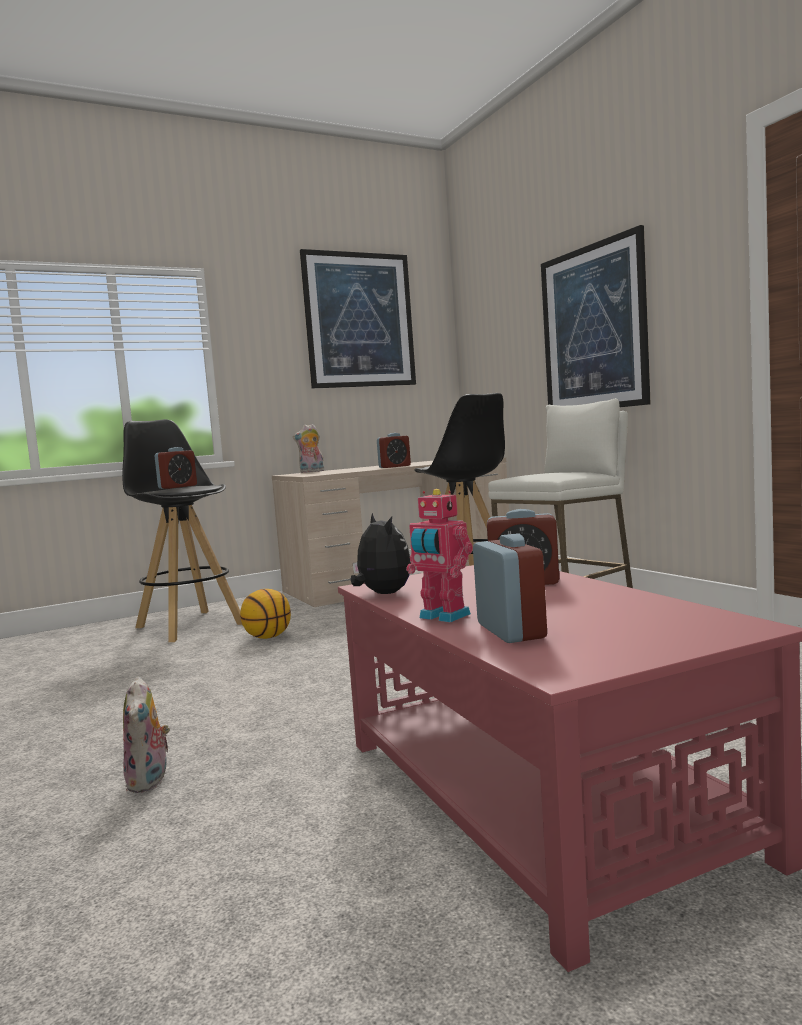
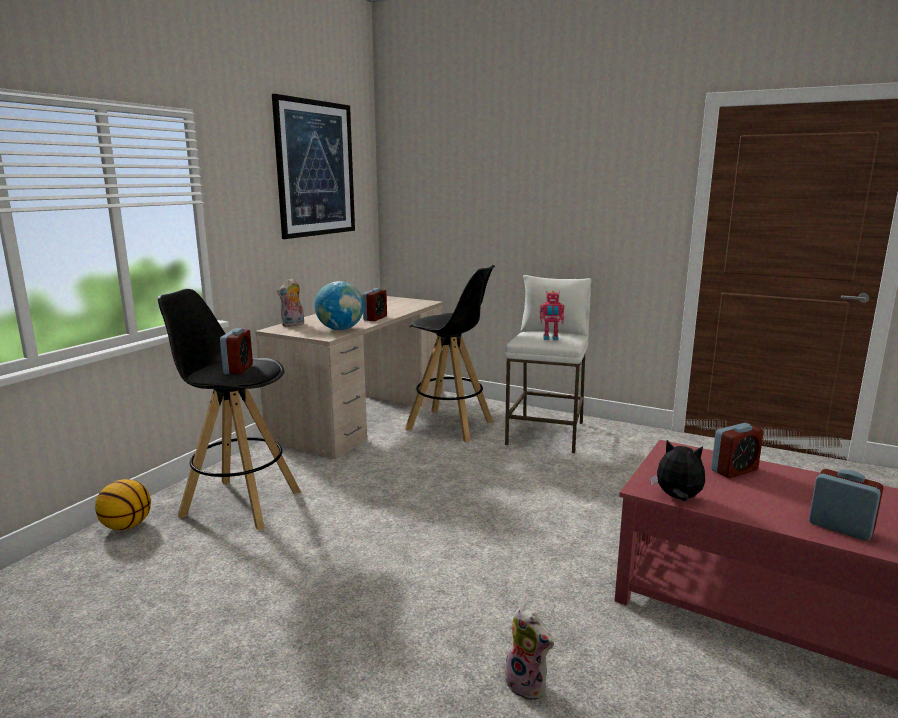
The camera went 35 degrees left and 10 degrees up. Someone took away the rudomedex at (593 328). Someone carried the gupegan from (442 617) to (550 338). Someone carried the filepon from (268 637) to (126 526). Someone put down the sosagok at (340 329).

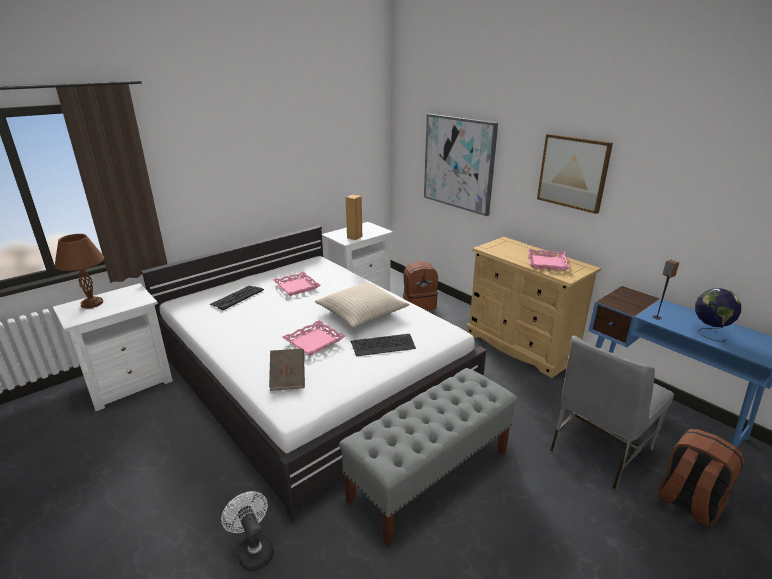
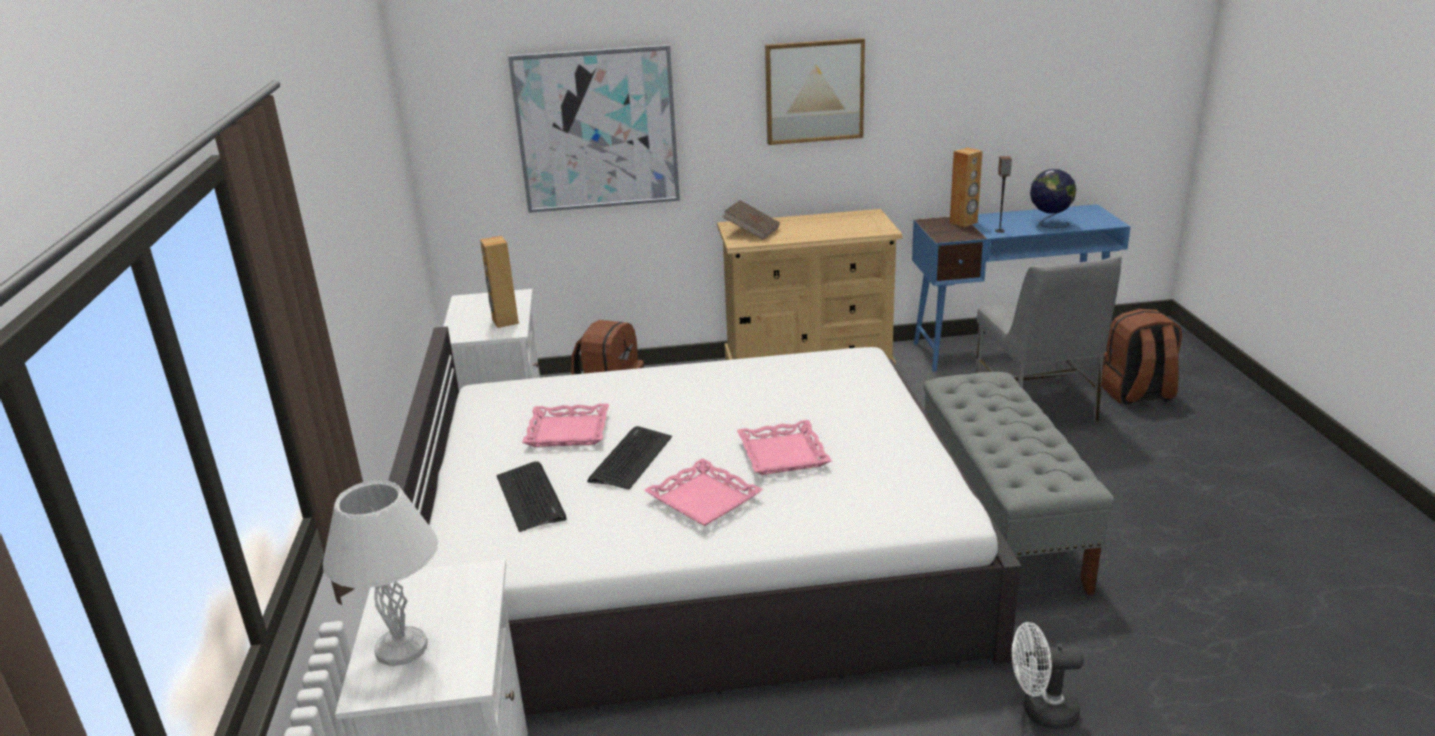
The camera went 55 degrees left and 0 degrees up. Someone repainted the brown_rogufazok at (92 303), which became the white_rogufazok at (403 647). Someone carried the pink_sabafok from (546 263) to (703 500). Someone took away the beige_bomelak at (361 312). Someone carried the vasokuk from (383 345) to (630 459). Someone carried the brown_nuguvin from (288 378) to (751 232). Someone put down the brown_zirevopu at (963 222).

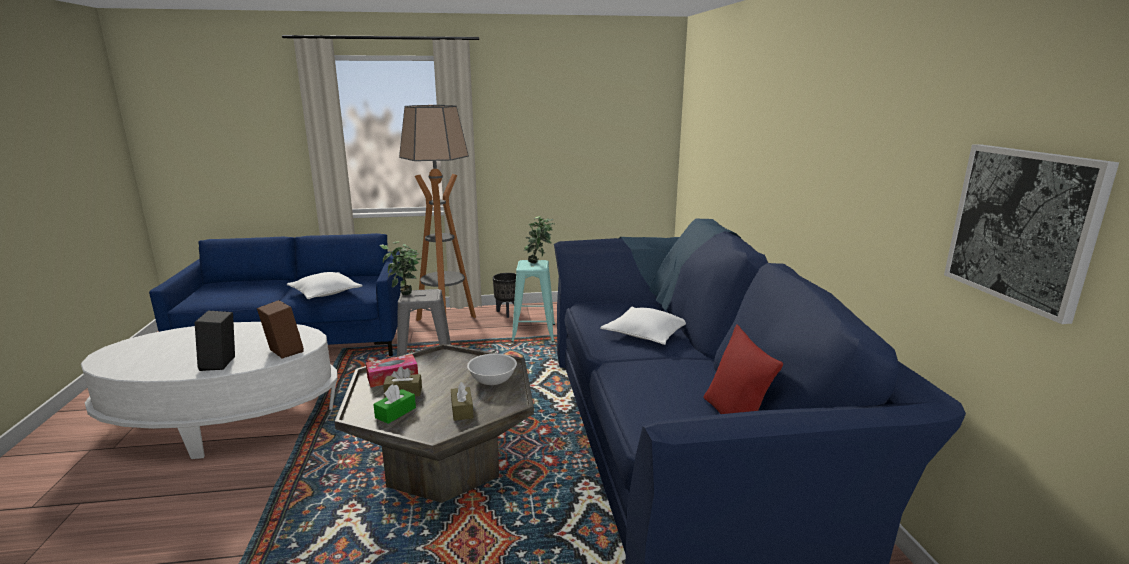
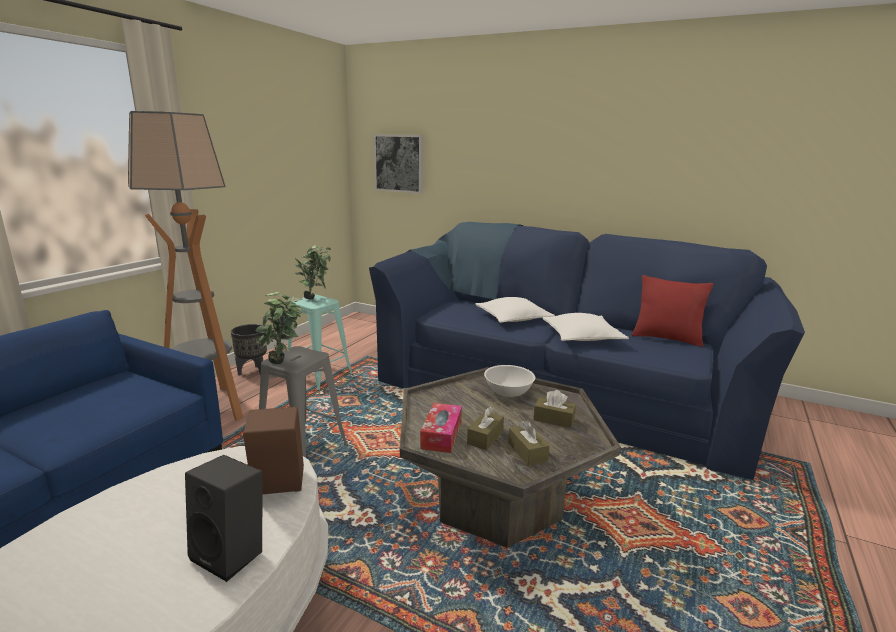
The camera went 55 degrees left and 0 degrees up. Someone carried the rudomedex from (1023 227) to (399 163). Someone carried the white_bomelak from (325 293) to (582 337). Someone repainted the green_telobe at (395 413), which became the brown_telobe at (527 452).

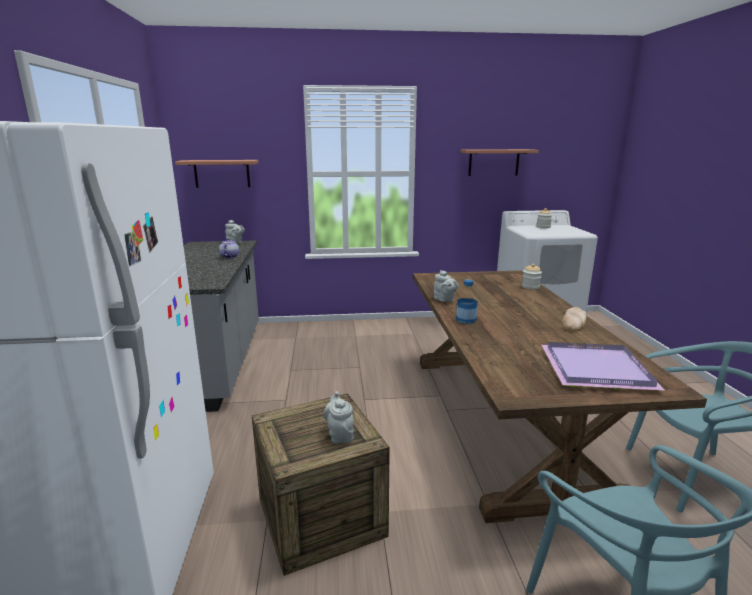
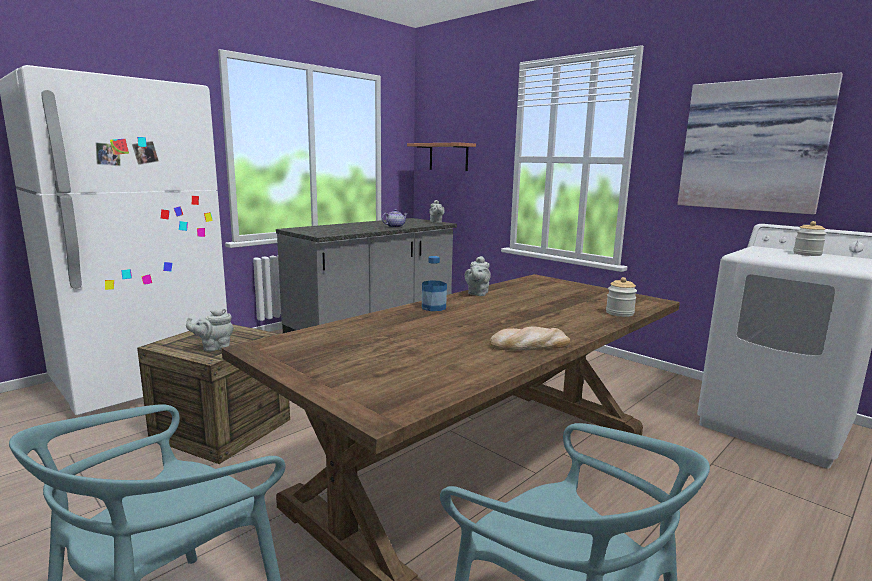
The camera went 50 degrees right and 5 degrees down. Someone swapped the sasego at (493 162) for the rudomedex at (753 146). Someone took away the purple_sabafok at (595 370). Someone rotated the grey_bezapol at (340 434) by 150 degrees counterclockwise.

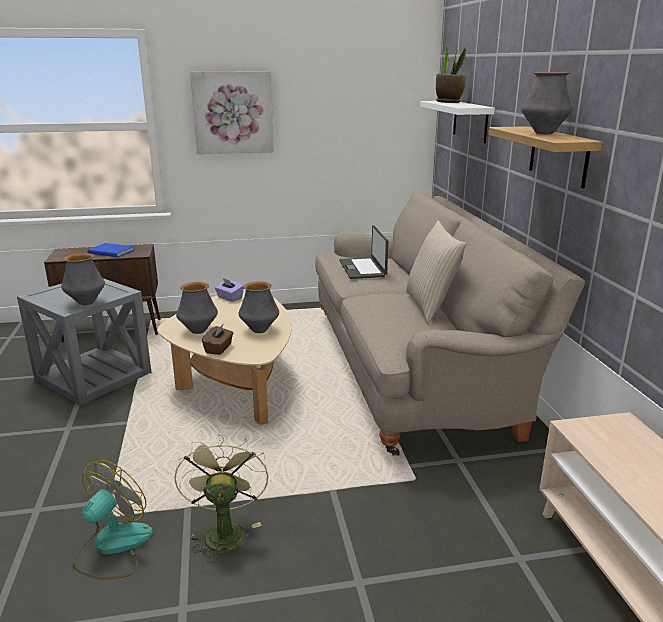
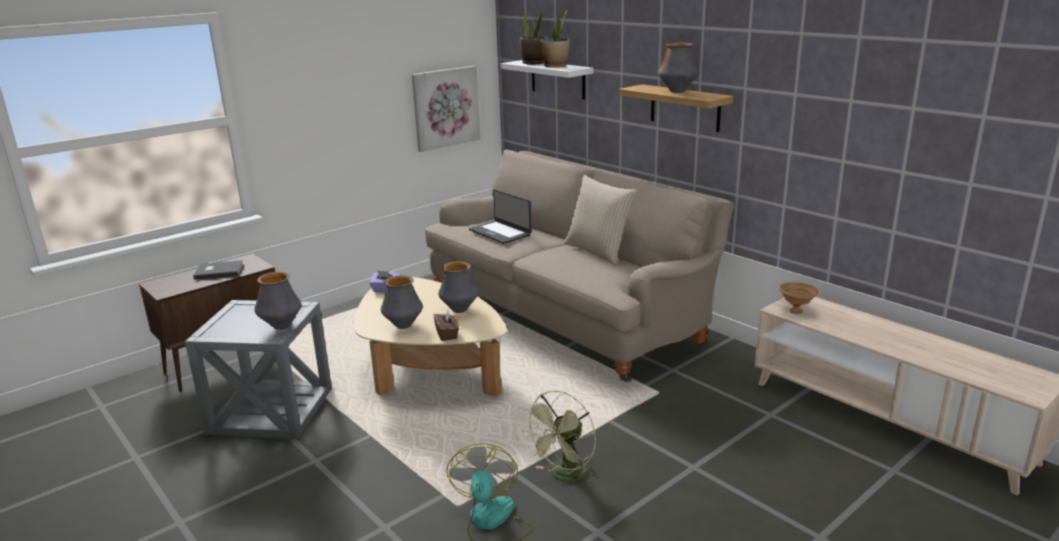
The camera went 30 degrees left and 0 degrees up. Someone carried the rudomedex from (233 112) to (445 107). Someone repainted the blue_nuguvin at (111 251), which became the grey_nuguvin at (218 271). Someone rotated the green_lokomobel at (223 531) by 105 degrees counterclockwise. Someone put down the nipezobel at (555 66). Someone put down the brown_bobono at (795 311).

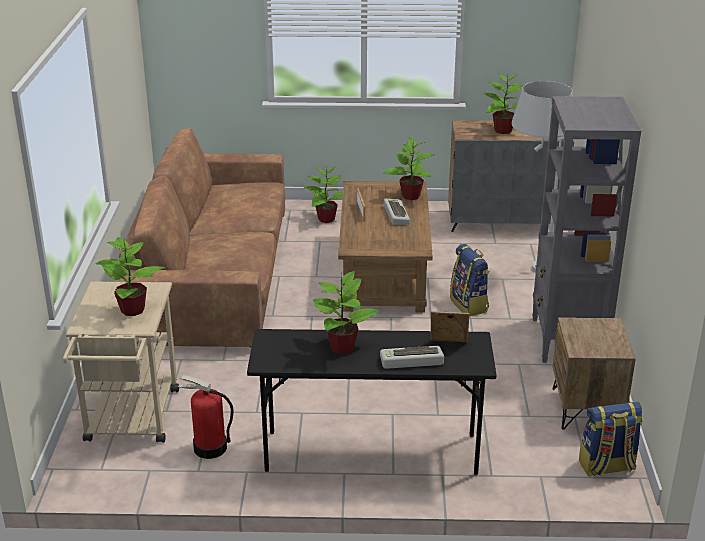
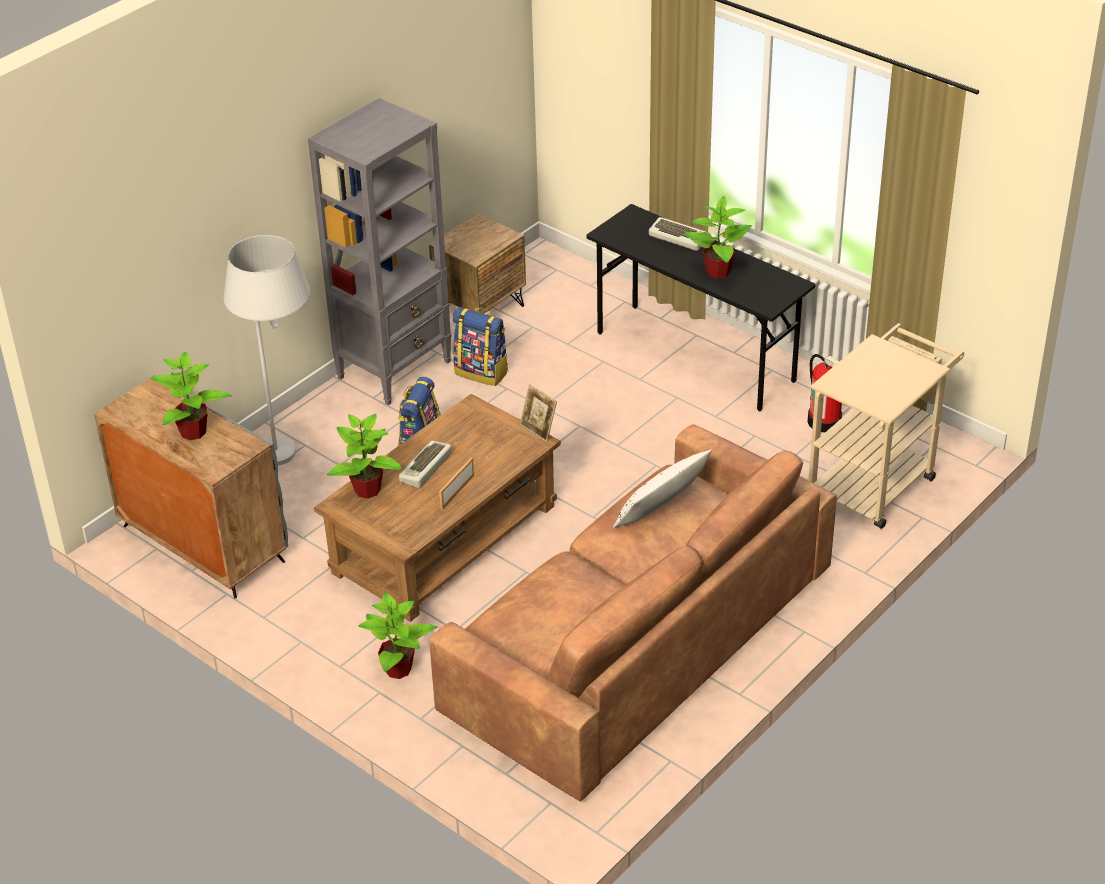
The camera went 140 degrees left and 10 degrees up. Someone took away the nipezobel at (133 310). Someone carried the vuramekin from (448 344) to (538 430). Someone carried the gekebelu from (606 467) to (482 372). Someone put down the white_bomelak at (662 507).

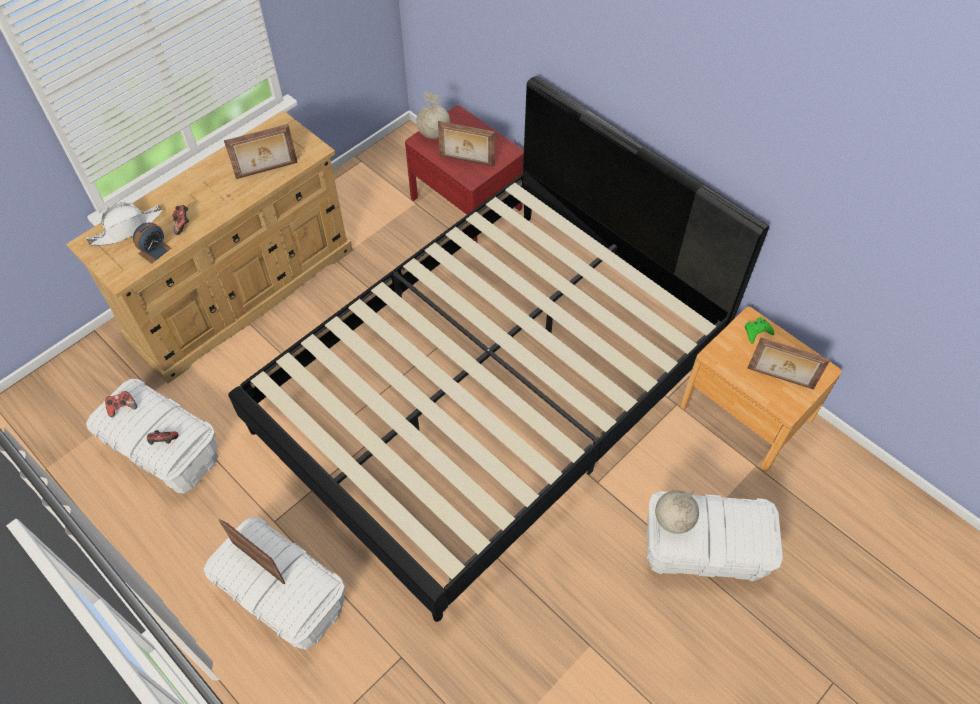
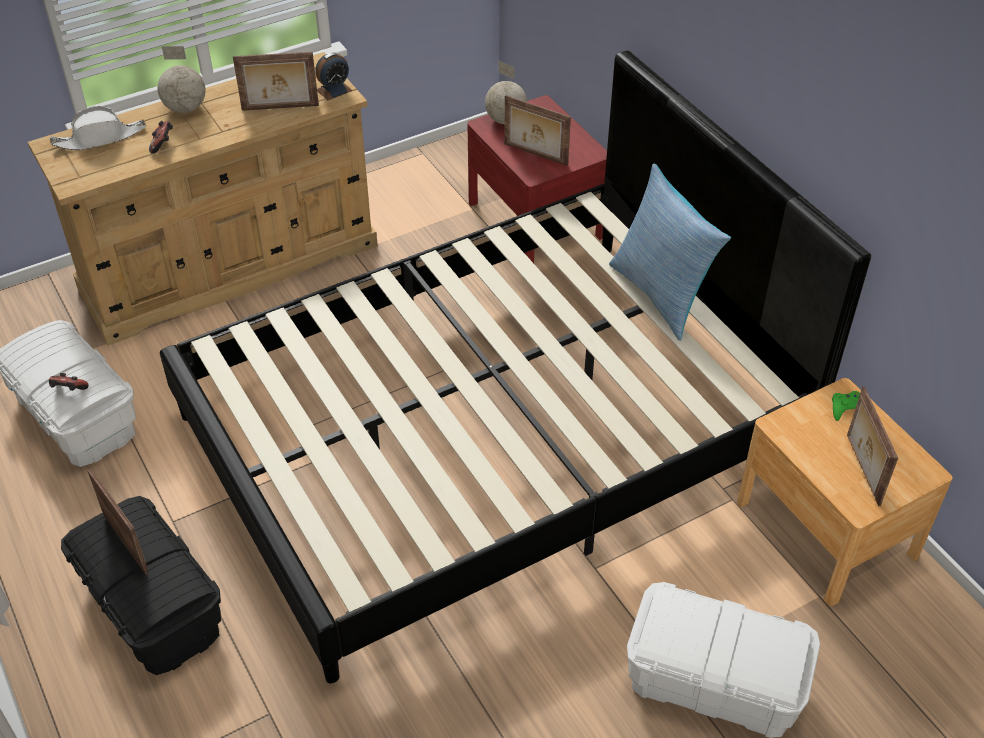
The camera went 15 degrees right and 10 degrees down. Someone carried the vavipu from (154 251) to (334 90). Someone rotated the vuramekin at (780 379) by 45 degrees clockwise. Someone took away the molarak at (122 407). Someone carried the sosagok from (672 520) to (185 108). Someone repainted the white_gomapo at (283 595), which became the black_gomapo at (151 607). Someone put down the bomelak at (661 294).

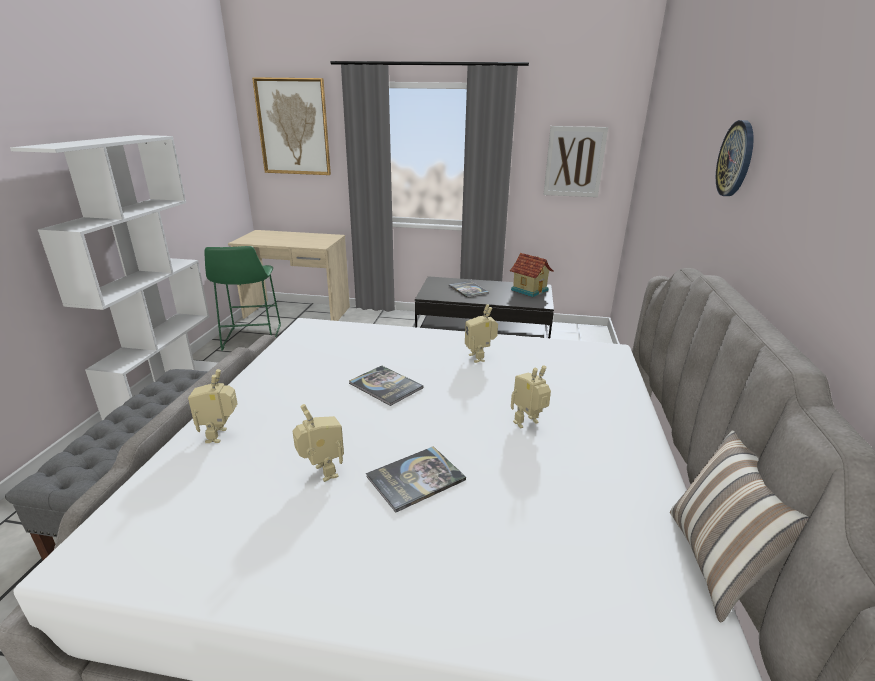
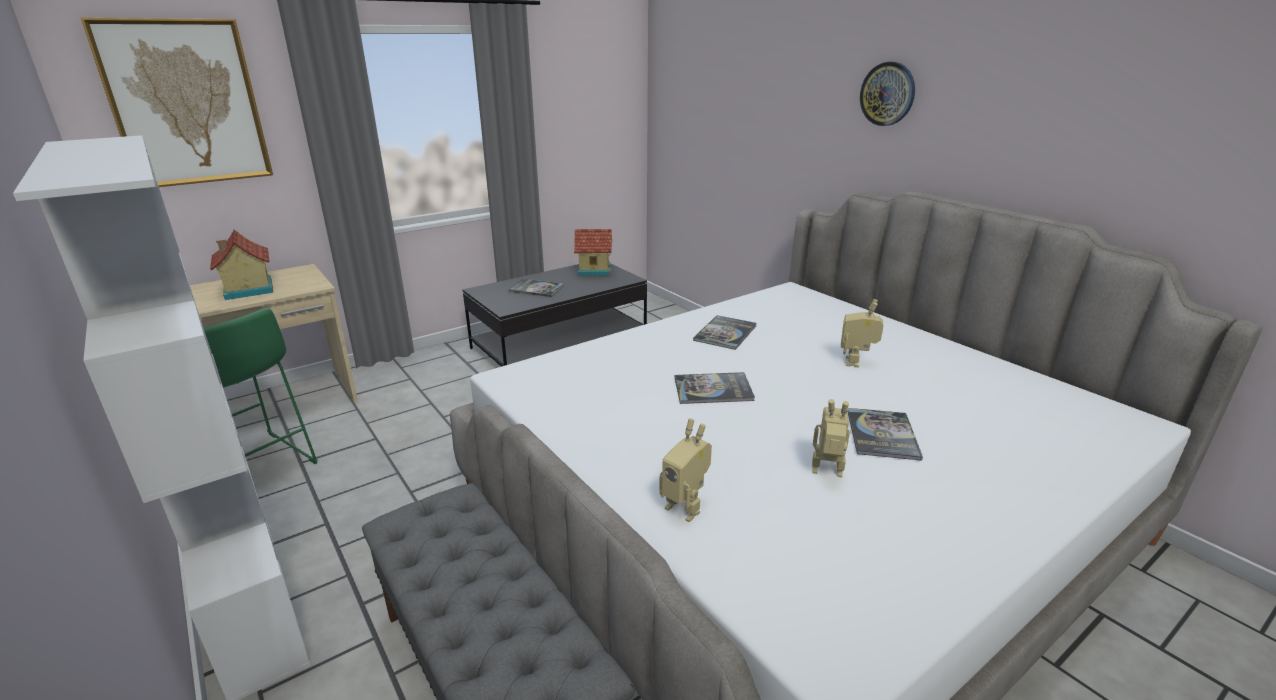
The camera went 45 degrees left and 0 degrees up. Someone took away the rudomedex at (574 162). Someone swapped the gupegan at (479 357) for the nuguvin at (725 333). Someone took away the bomelak at (717 563). Someone put down the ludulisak at (247 290).

